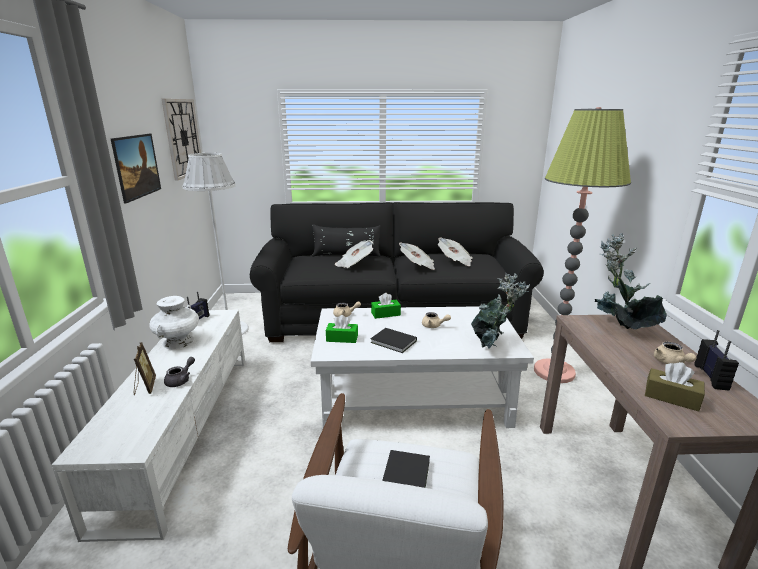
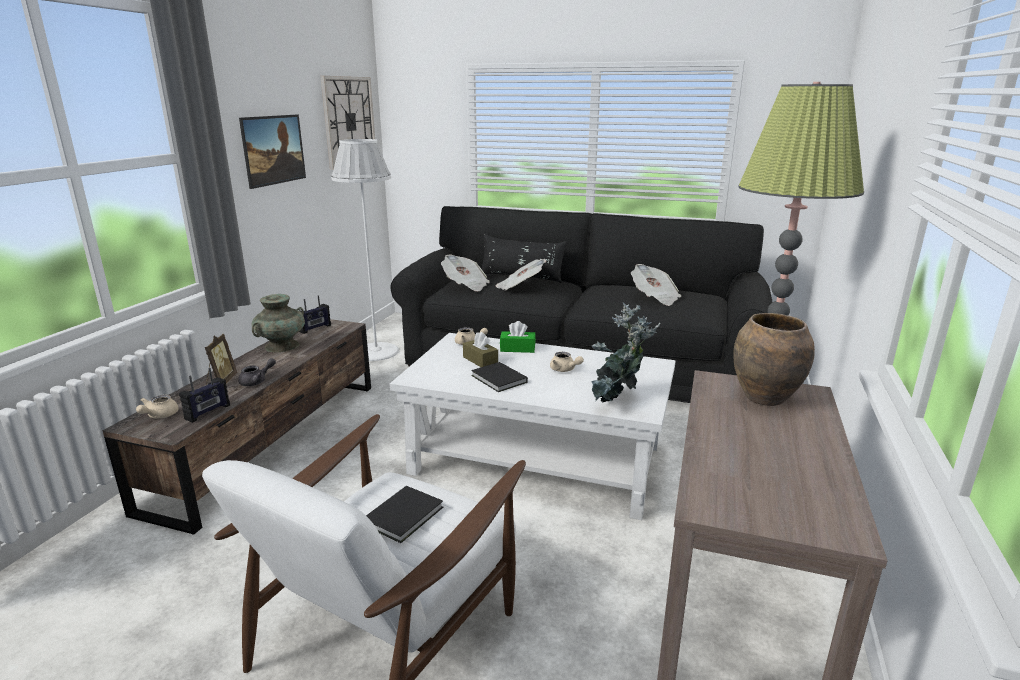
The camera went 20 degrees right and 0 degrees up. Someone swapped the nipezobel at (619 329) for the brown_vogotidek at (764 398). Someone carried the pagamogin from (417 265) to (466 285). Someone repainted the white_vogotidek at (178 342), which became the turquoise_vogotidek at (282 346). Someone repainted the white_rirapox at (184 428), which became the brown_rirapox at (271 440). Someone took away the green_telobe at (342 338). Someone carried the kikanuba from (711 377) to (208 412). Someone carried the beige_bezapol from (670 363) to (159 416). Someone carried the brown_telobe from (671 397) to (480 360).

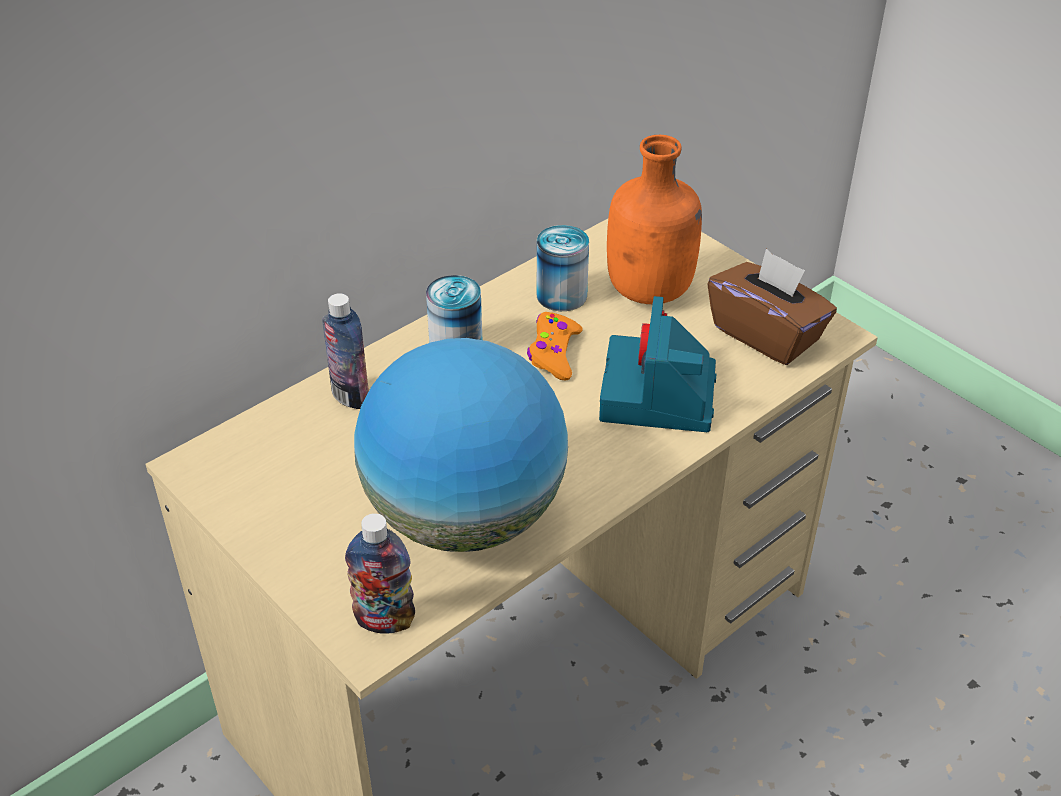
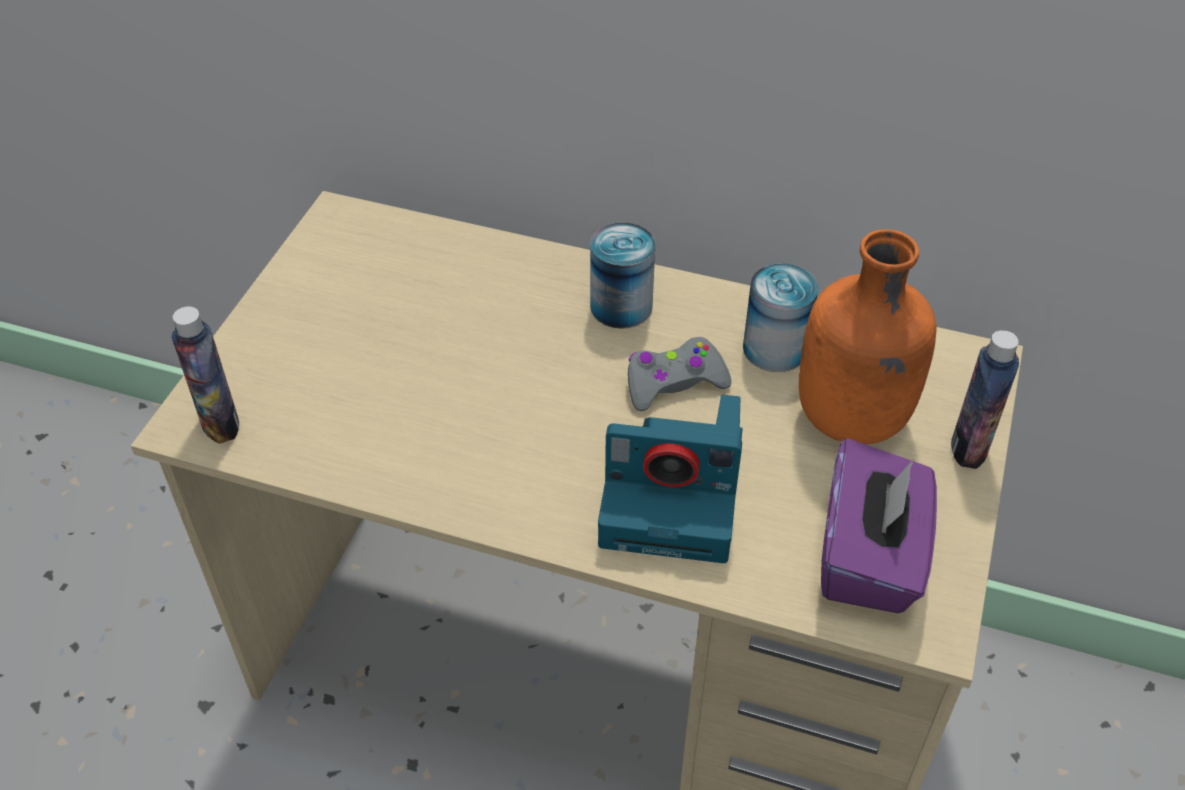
The camera went 60 degrees right and 5 degrees up. Someone repainted the brown_telobe at (766 334), which became the purple_telobe at (870 558). Someone carried the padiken from (350 396) to (969 447). Someone rotated the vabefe at (659 396) by 150 degrees counterclockwise. Someone repainted the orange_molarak at (554 353), which became the grey_molarak at (674 383). Someone took away the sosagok at (464 516).

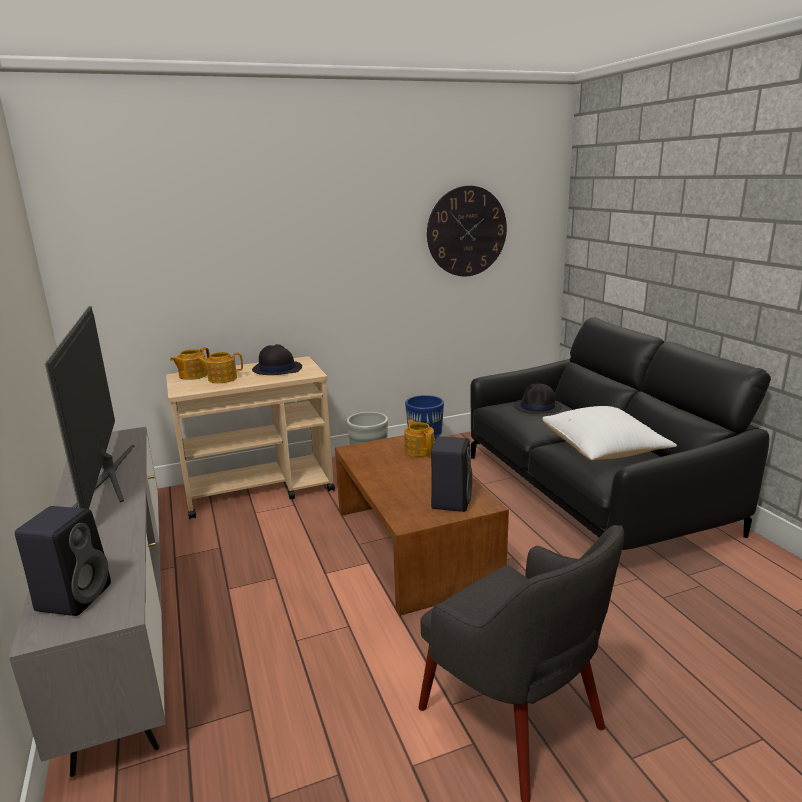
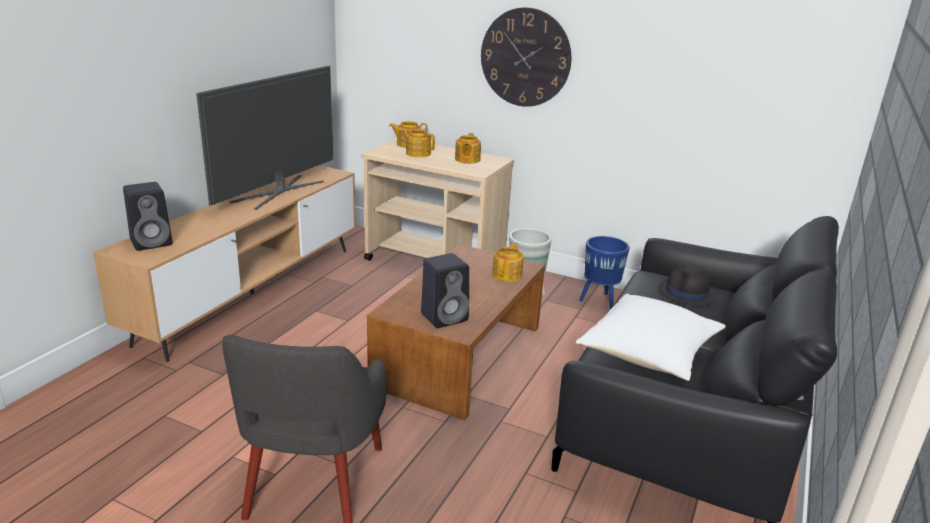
The camera went 45 degrees right and 5 degrees up. Someone carried the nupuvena from (466 231) to (525 57). Someone swapped the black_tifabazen at (277 369) for the bezapol at (467 160). Someone repainted the grey_rirapox at (125 616), which became the brown_rirapox at (252 293).

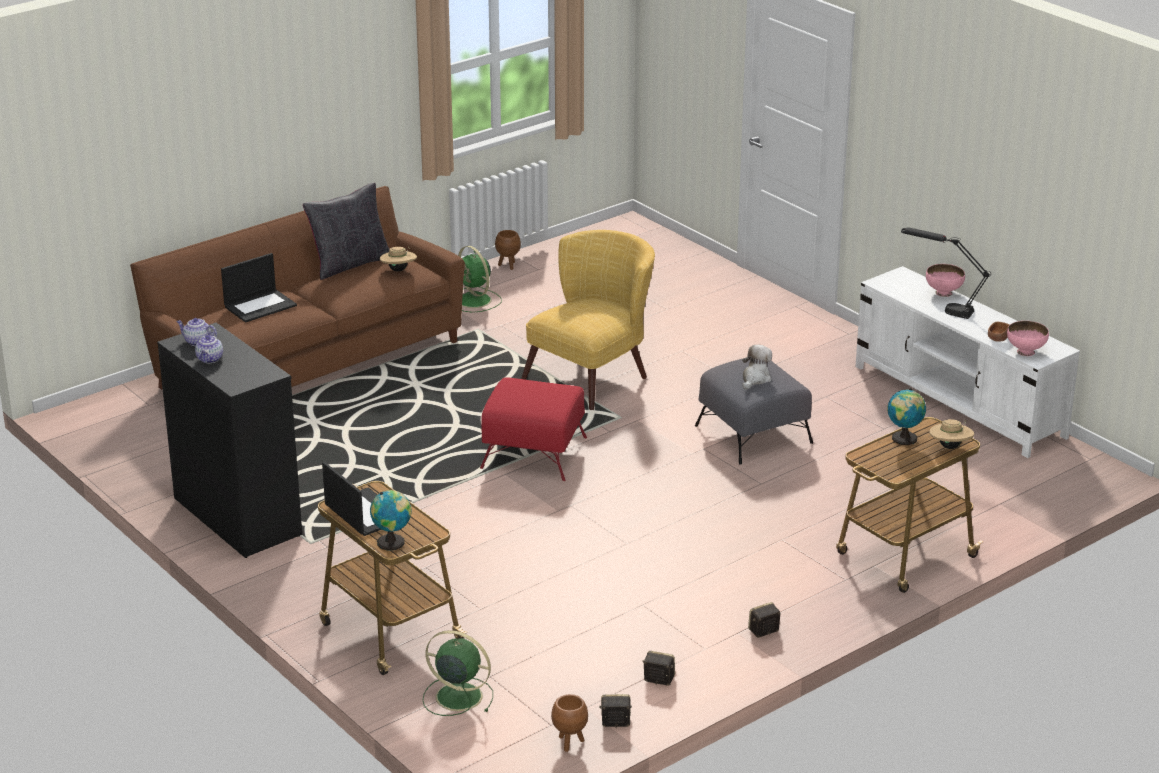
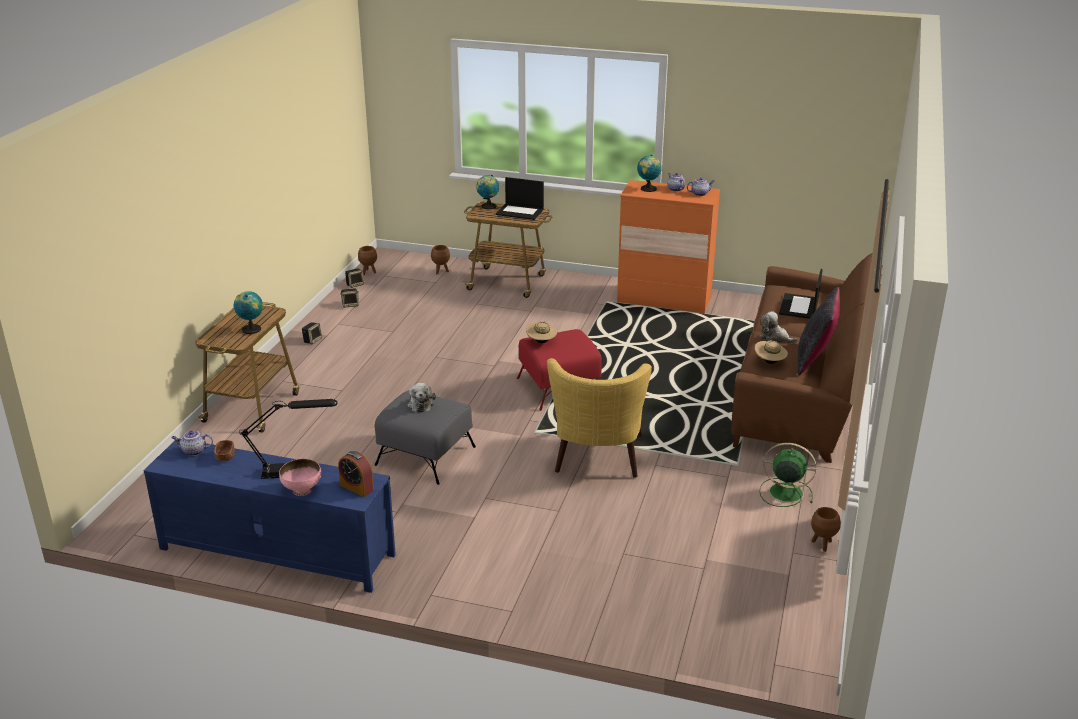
The camera went 145 degrees right and 0 degrees up. Someone repainted the white_rirapox at (959 402), which became the blue_rirapox at (276 552). Someone swapped the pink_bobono at (1026 351) for the bezapol at (193 451). Someone repainted the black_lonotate at (237 517), which became the orange_lonotate at (664 300). Someone carried the beige_tifabazen from (950 447) to (541 342). Someone swapped the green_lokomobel at (457 696) for the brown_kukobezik at (441 271). Someone put down the sosagok at (648 189). Someone put down the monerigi at (775 338). Someone put down the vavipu at (357 488).

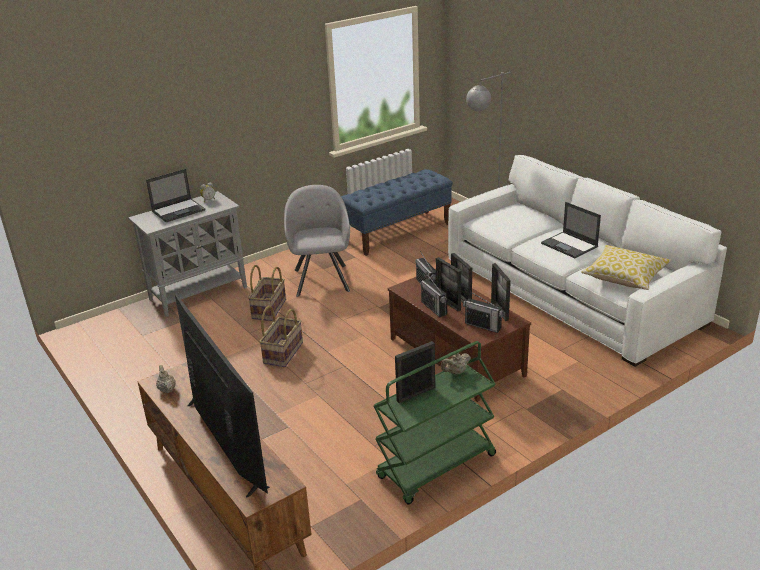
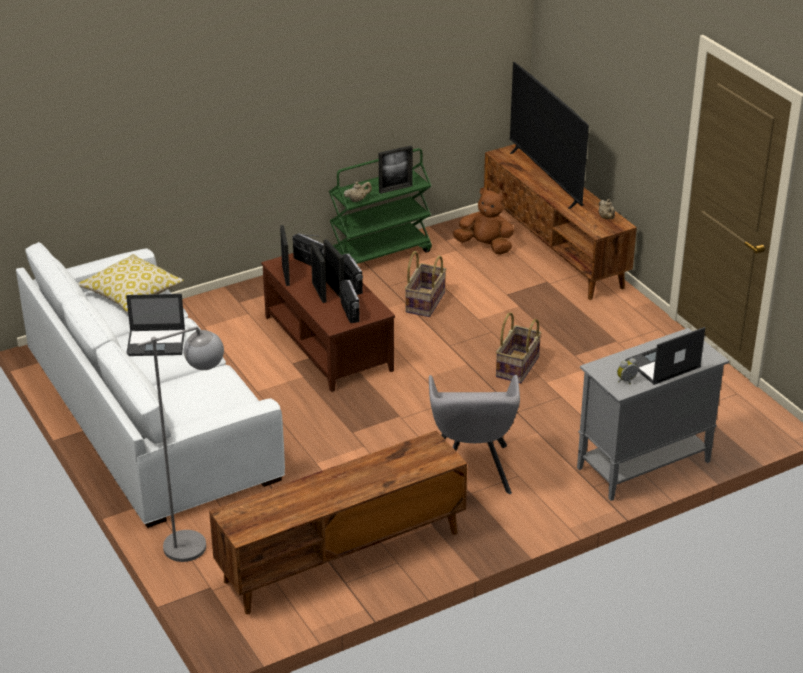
The camera went 175 degrees left and 5 degrees up. Someone swapped the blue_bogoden at (397 232) for the brown_rirapox at (342 557). Someone rotated the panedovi at (570 245) by 120 degrees clockwise. Someone carried the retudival from (269 309) to (424 302). Someone put down the brown_monerigi at (485 246).

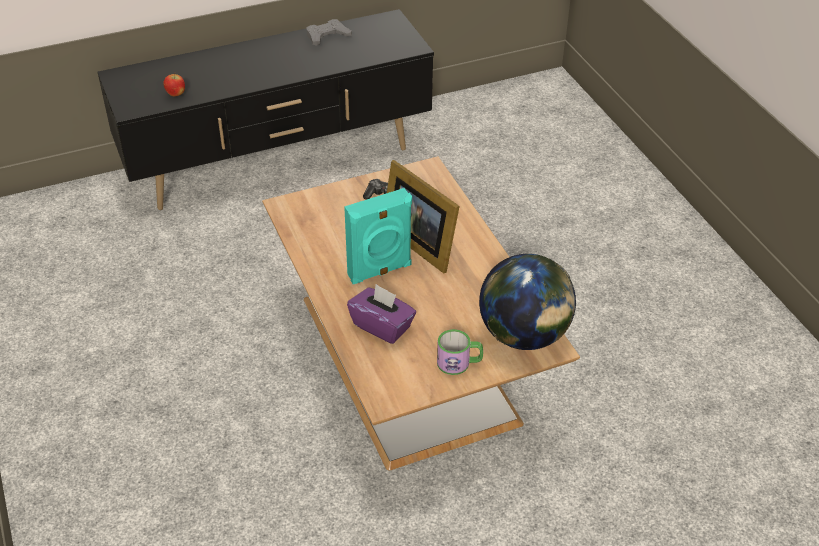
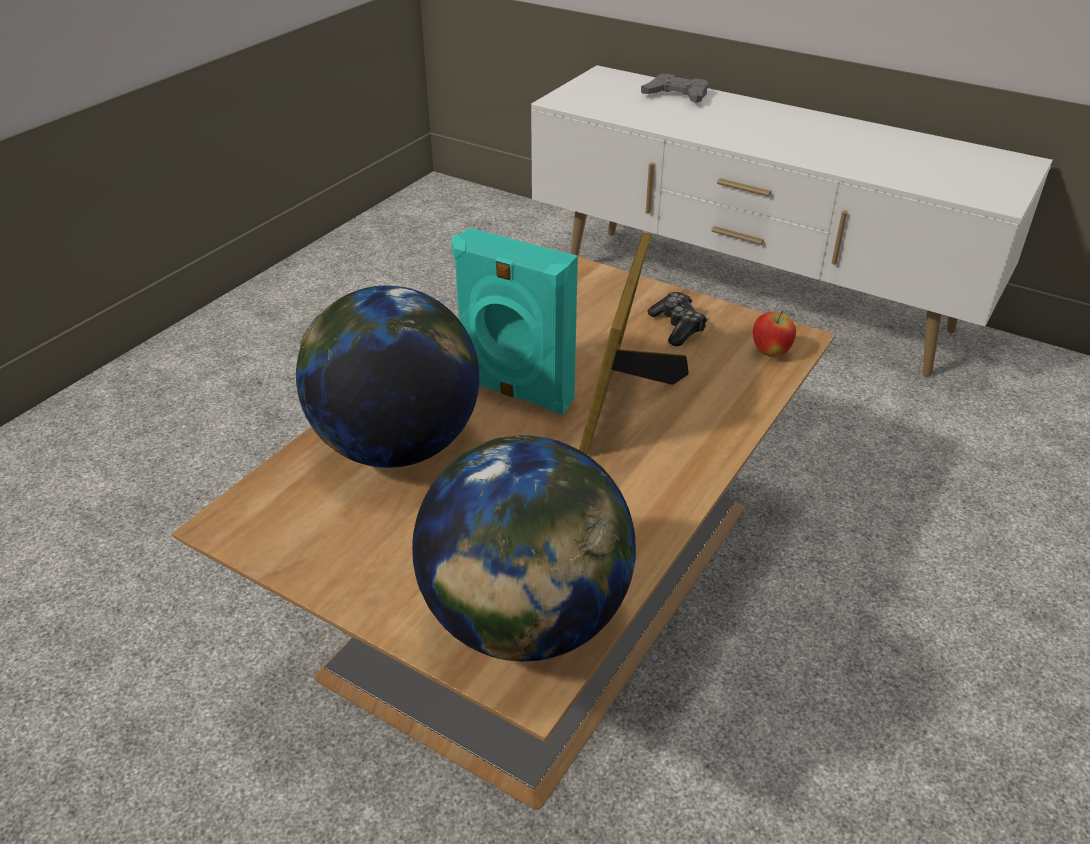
The camera went 55 degrees right and 5 degrees down. Someone repainted the black_rirapox at (278 163), which became the white_rirapox at (752 299). Someone carried the grey_molarak from (327 36) to (676 95). Someone carried the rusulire from (176 94) to (770 353). Someone swapped the purple_telobe at (382 326) for the sosagok at (397 447). Someone took away the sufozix at (459 363).

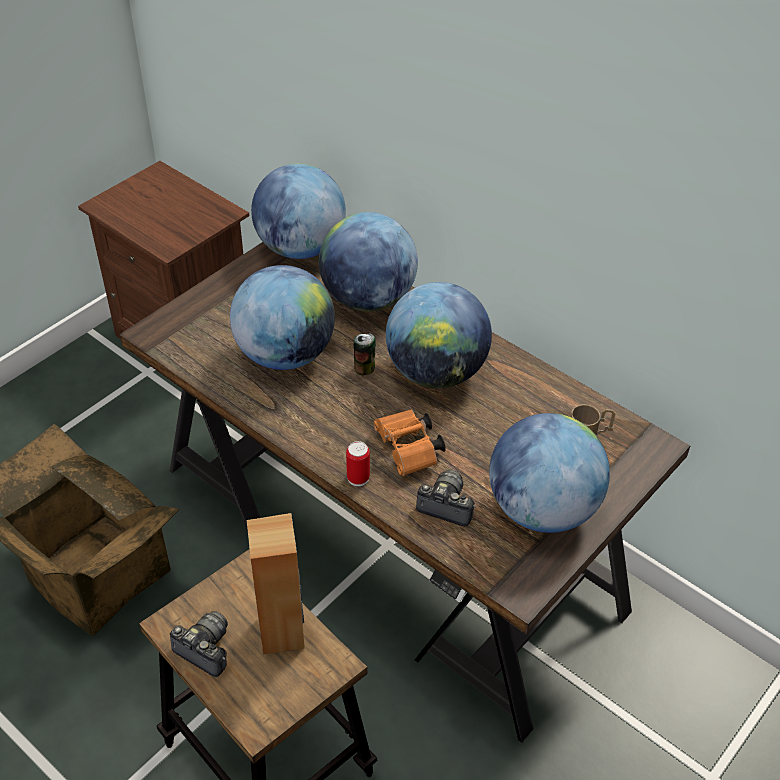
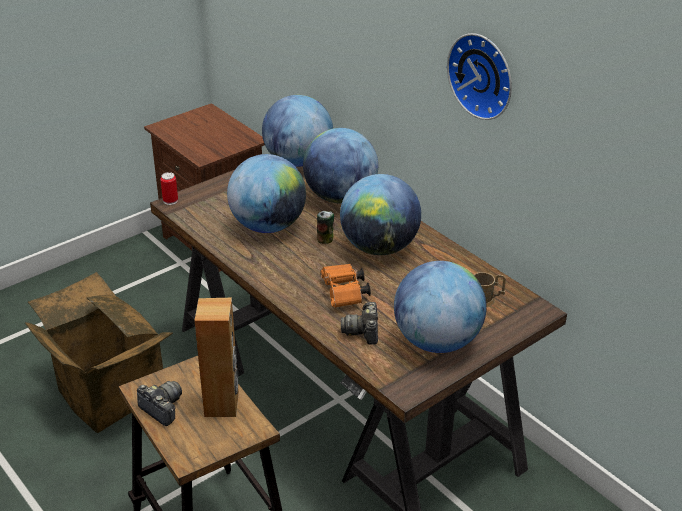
The camera went 10 degrees right and 10 degrees down. Someone carried the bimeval from (358 478) to (170 201). Someone rotated the vabefe at (446 506) by 120 degrees counterclockwise. Someone put up the nupuvena at (483 75).

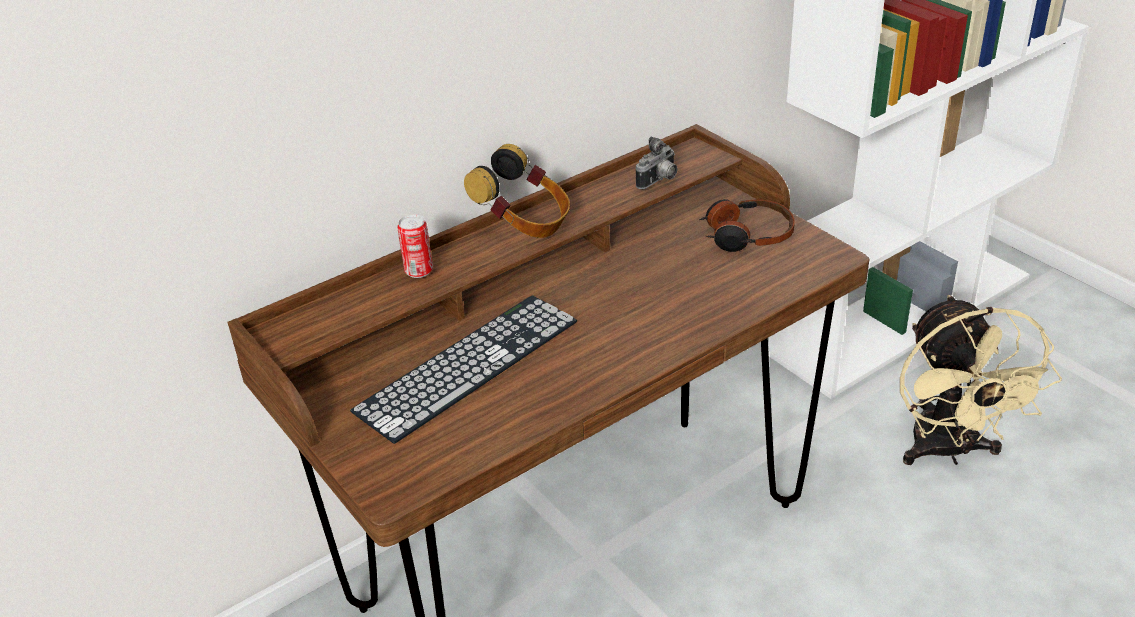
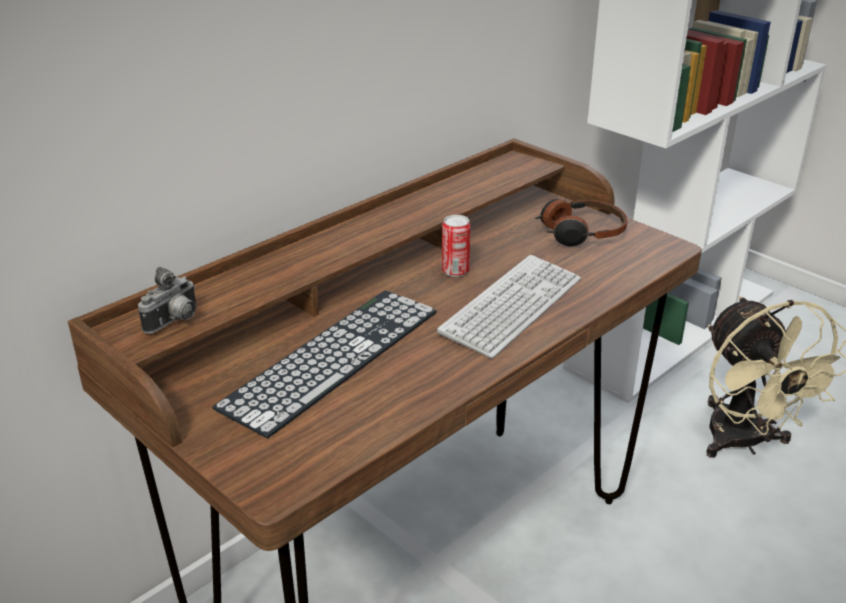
The camera went 10 degrees left and 5 degrees down. Someone carried the vabefe from (659 181) to (175 322). Someone took away the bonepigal at (525 223). Someone carried the bimeval from (419 271) to (455 271). Someone put down the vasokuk at (512 307).

